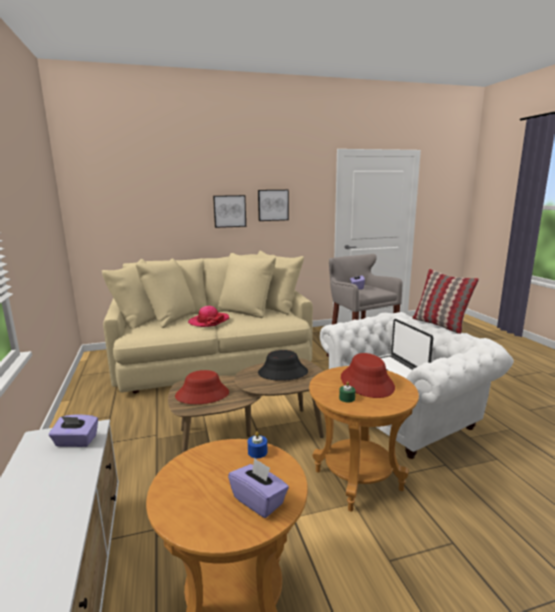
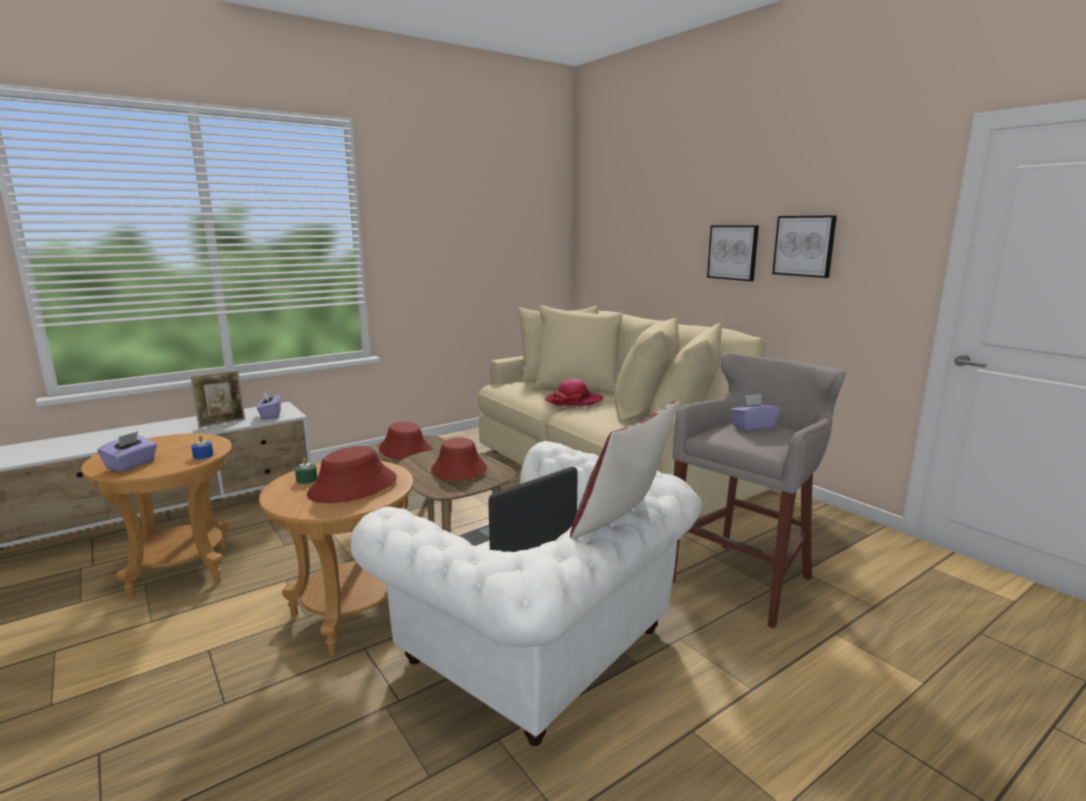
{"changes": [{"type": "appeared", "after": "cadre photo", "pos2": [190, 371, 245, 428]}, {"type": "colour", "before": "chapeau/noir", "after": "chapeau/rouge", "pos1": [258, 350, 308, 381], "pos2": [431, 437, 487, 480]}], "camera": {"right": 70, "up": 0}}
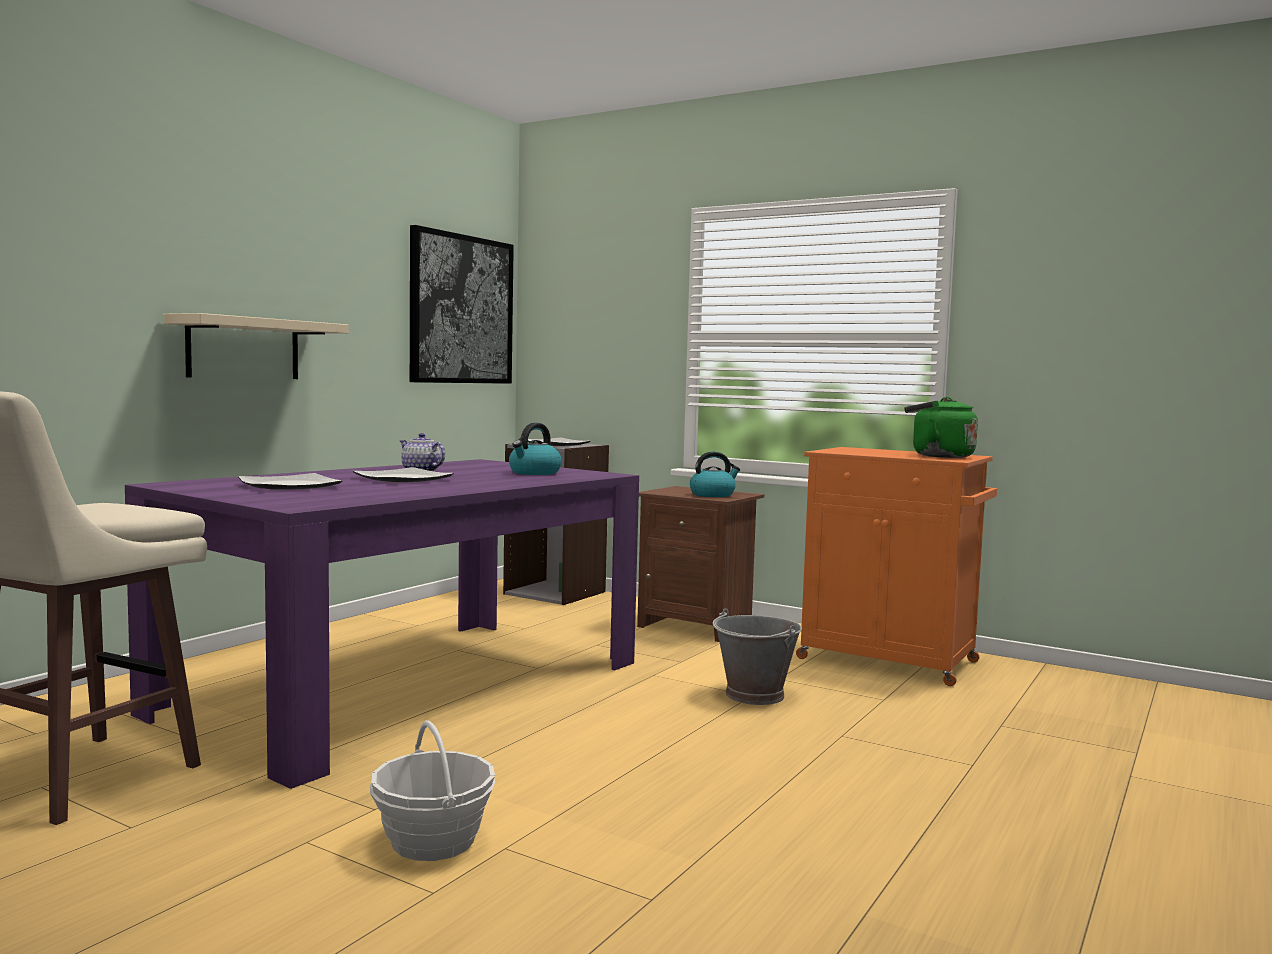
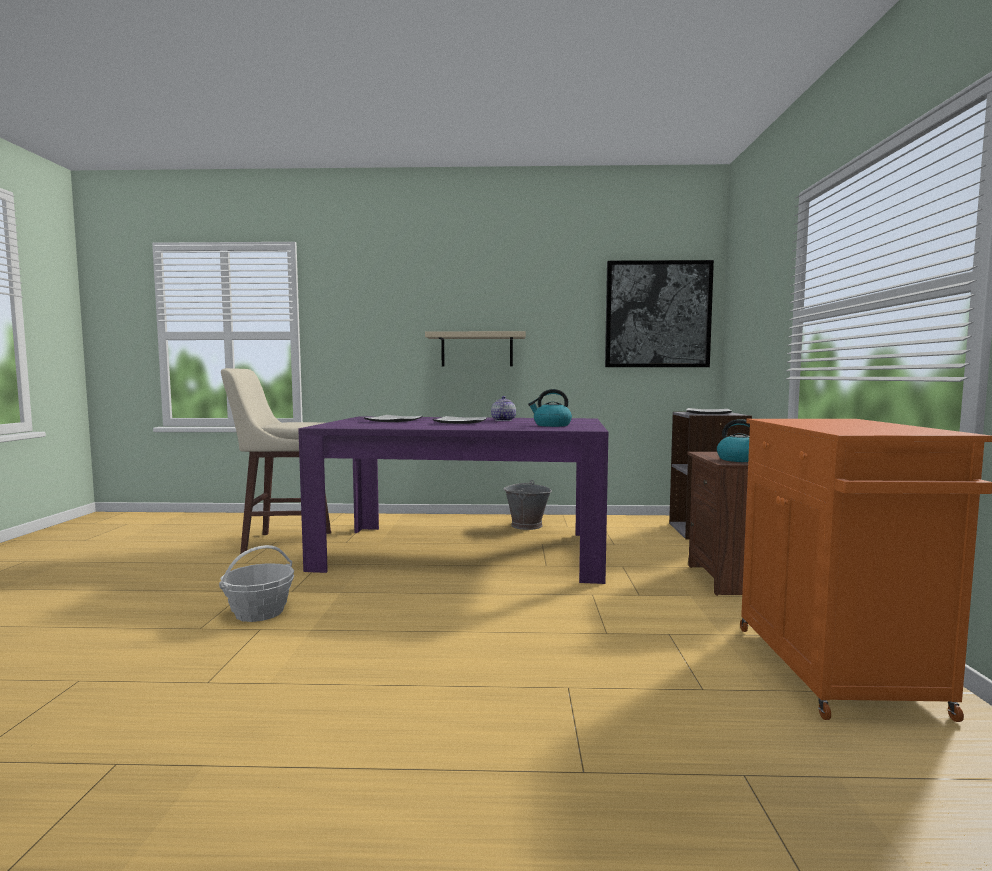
{"changes": [{"type": "relocated", "before": "seau/gris", "pos1": [713, 608, 802, 705], "pos2": [503, 480, 552, 530]}, {"type": "missing", "before": "bouilloire/vert", "pos1": [904, 397, 978, 458]}], "camera": {"right": 60, "up": 0}}
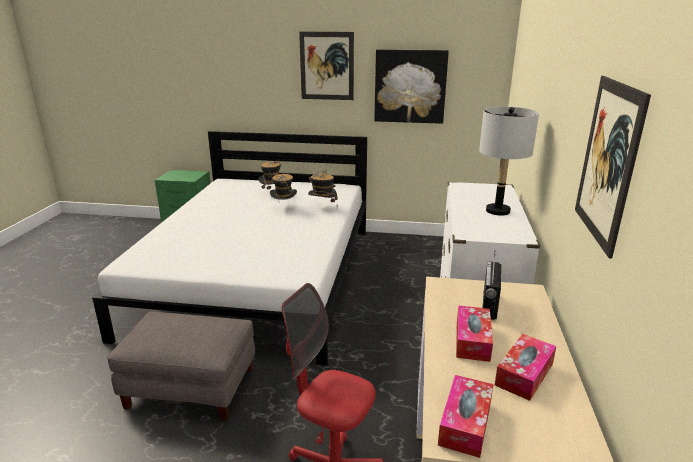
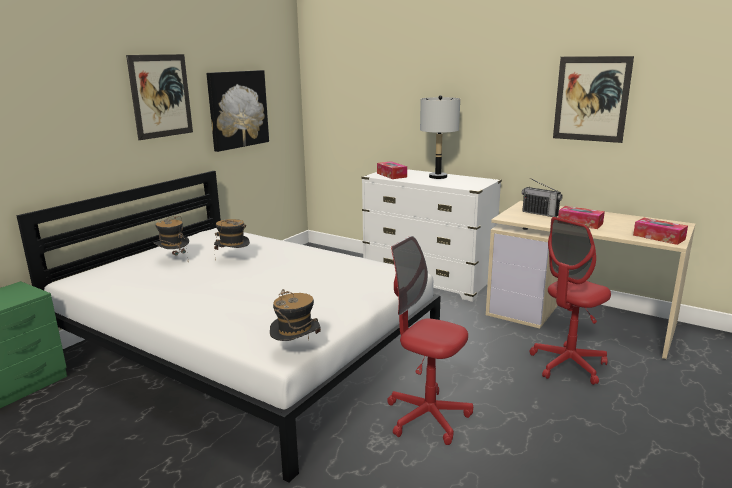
{"changes": [{"type": "relocated", "before": "chapeau", "pos1": [308, 170, 338, 207], "pos2": [270, 289, 321, 341]}, {"type": "relocated", "before": "boîte à mouchoirs", "pos1": [495, 334, 556, 401], "pos2": [377, 161, 407, 179]}, {"type": "exchanged", "before": "pouf/gris", "after": "chaise de bureau/rouge", "pos1": [107, 312, 255, 421], "pos2": [387, 236, 473, 445]}], "camera": {"right": -65, "up": -5}}
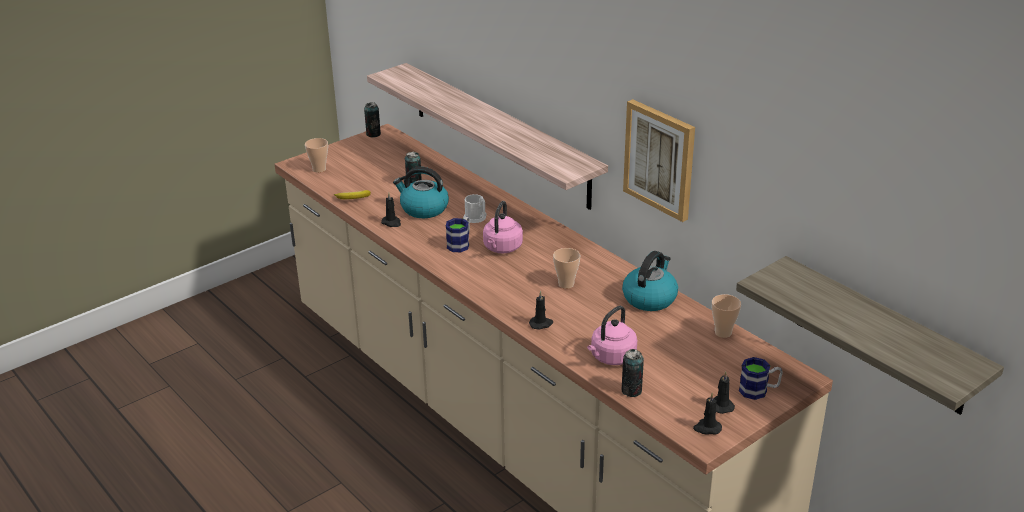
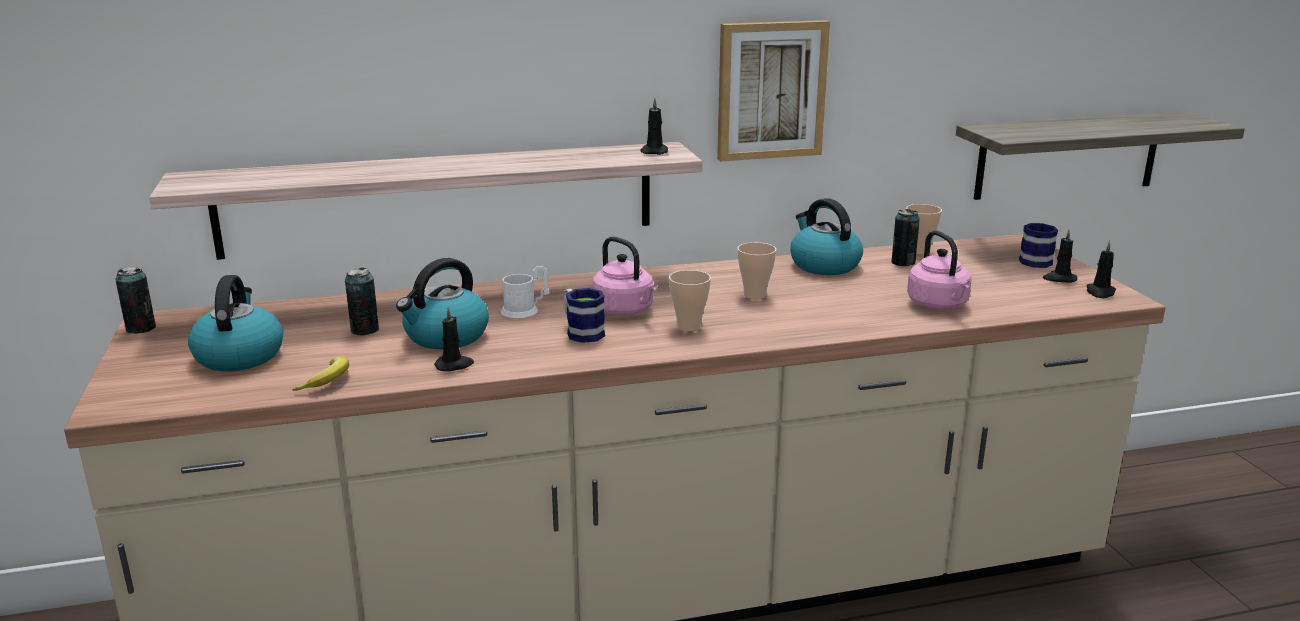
{"changes": [{"type": "appeared", "after": "bouilloire", "pos2": [188, 275, 283, 371]}, {"type": "relocated", "before": "bougie/noir", "pos1": [529, 291, 553, 330], "pos2": [640, 98, 668, 155]}, {"type": "relocated", "before": "tasse", "pos1": [305, 138, 328, 173], "pos2": [669, 270, 711, 332]}, {"type": "relocated", "before": "boîte métallique", "pos1": [621, 349, 644, 397], "pos2": [891, 209, 920, 266]}], "camera": {"right": -65, "up": -10}}
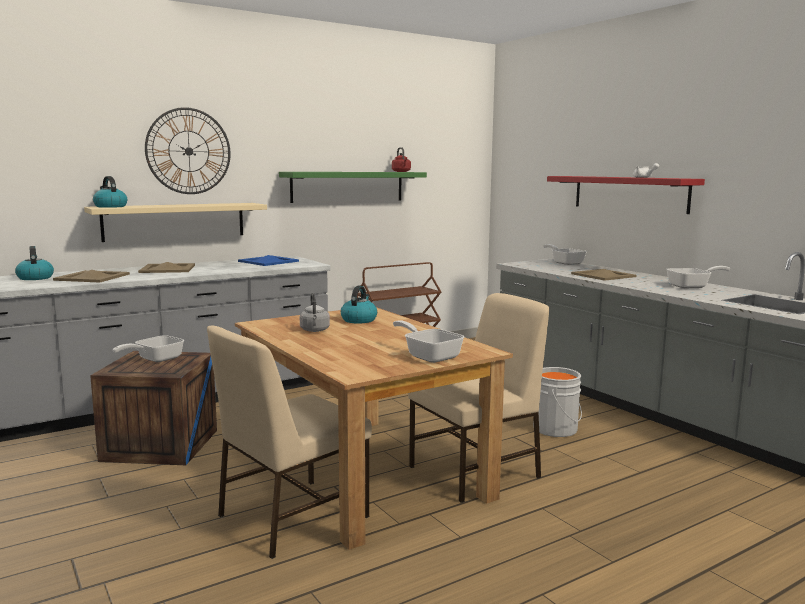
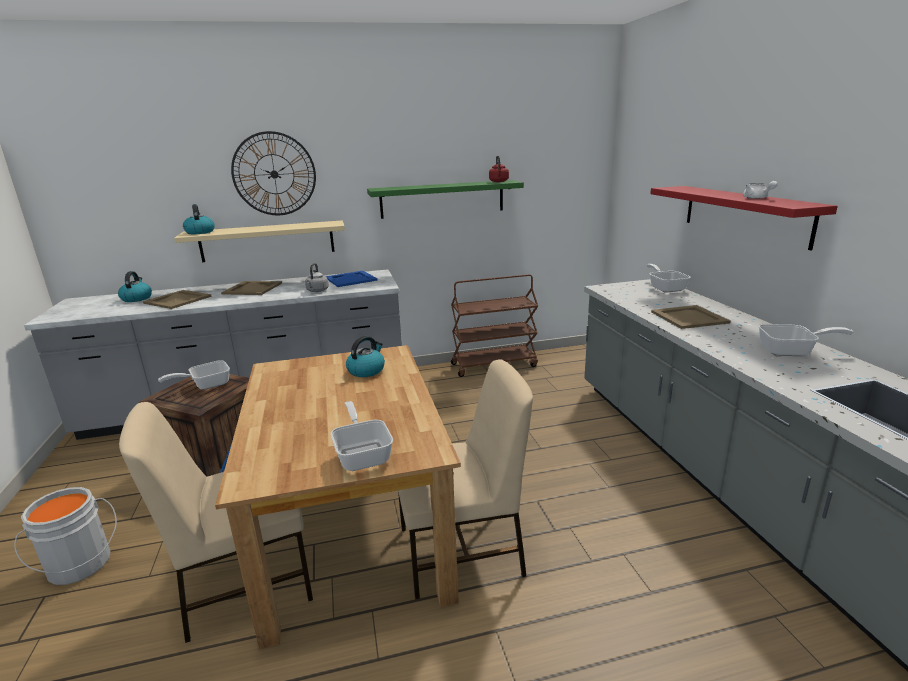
{"changes": [{"type": "relocated", "before": "seau/gris", "pos1": [533, 367, 582, 437], "pos2": [14, 487, 117, 585]}, {"type": "relocated", "before": "bouilloire/gris", "pos1": [300, 293, 330, 332], "pos2": [305, 263, 329, 292]}], "camera": {"right": 20, "up": 10}}
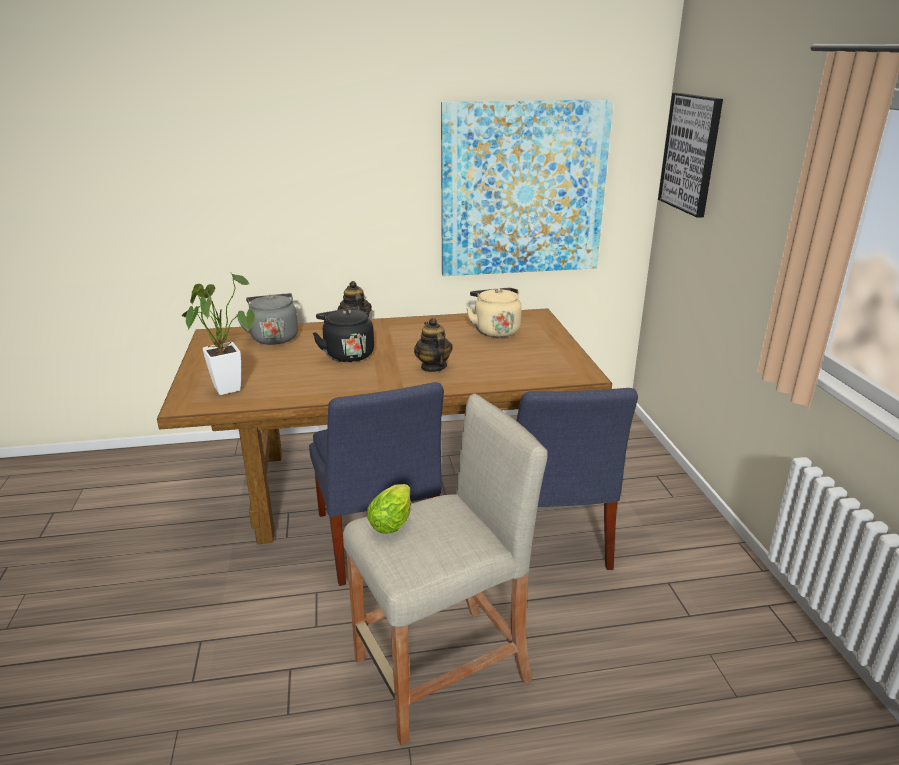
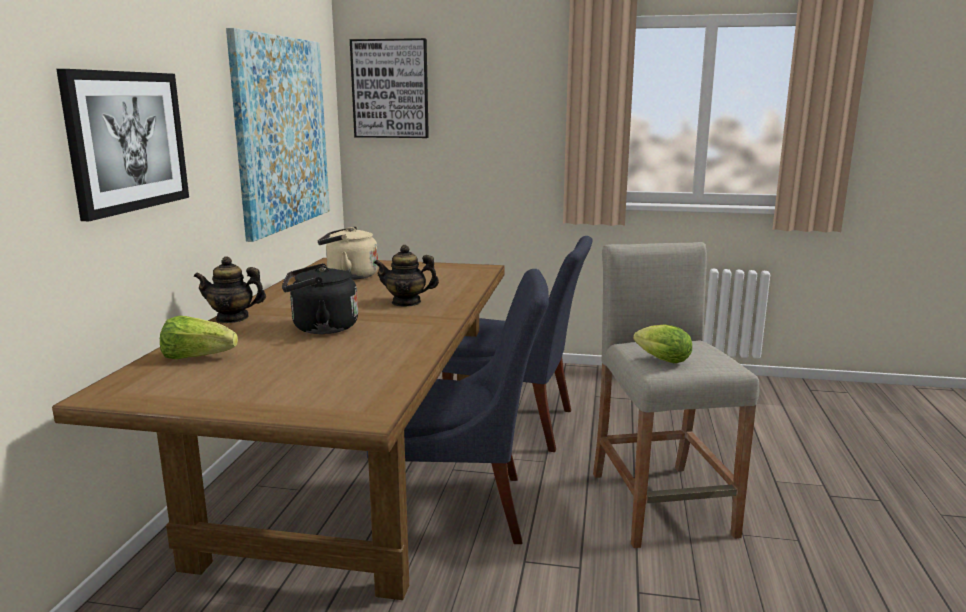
{"changes": [{"type": "appeared", "after": "tableau", "pos2": [56, 69, 189, 221]}, {"type": "exchanged", "before": "bouilloire/gris", "after": "laitue", "pos1": [236, 293, 298, 345], "pos2": [160, 316, 238, 359]}, {"type": "missing", "before": "plante en pot", "pos1": [182, 273, 255, 395]}], "camera": {"right": -70, "up": -10}}
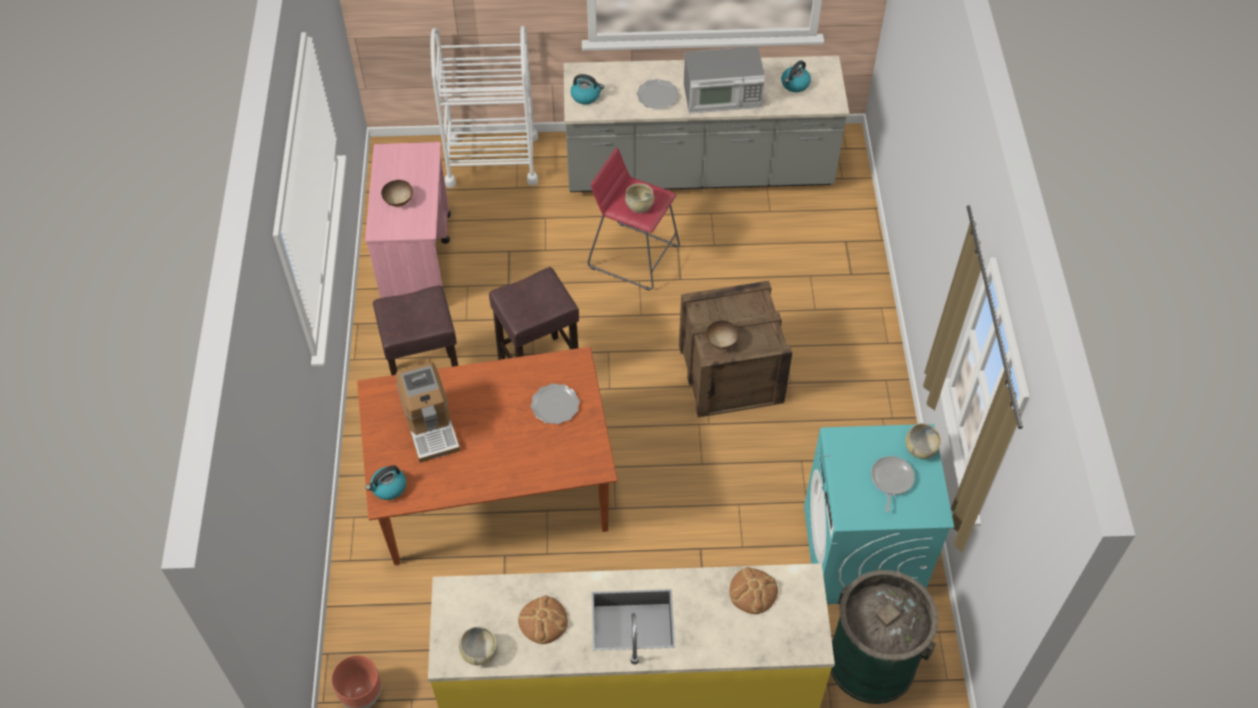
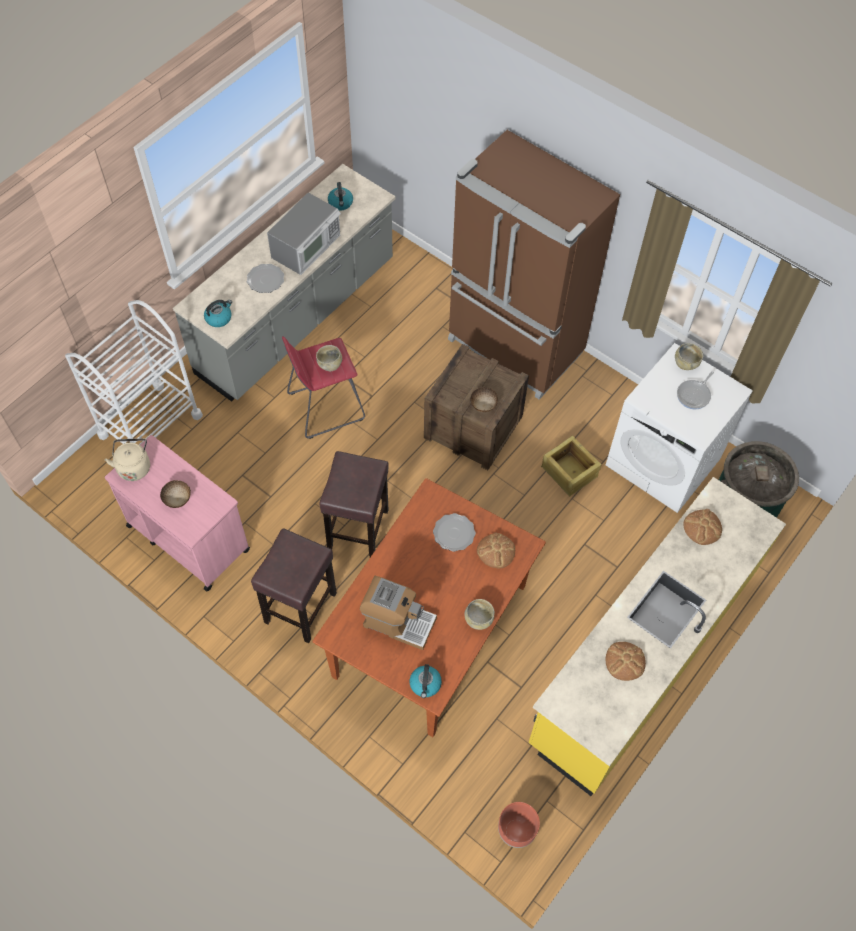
{"changes": [{"type": "appeared", "after": "bouilloire/beige", "pos2": [105, 438, 150, 481]}, {"type": "appeared", "after": "réfrigérateur/marron", "pos2": [448, 130, 620, 400]}, {"type": "relocated", "before": "bol/beige", "pos1": [459, 627, 497, 665], "pos2": [465, 599, 495, 630]}, {"type": "appeared", "after": "pain", "pos2": [477, 532, 515, 568]}, {"type": "appeared", "after": "caisse", "pos2": [541, 436, 602, 496]}, {"type": "colour", "before": "lave-linge/turquoise", "after": "lave-linge/blanc", "pos1": [804, 424, 954, 604], "pos2": [606, 343, 753, 513]}, {"type": "spun", "before": "poêle", "pos1": [871, 456, 915, 512], "pos2": [677, 371, 714, 409], "turn": -105}], "camera": {"right": -50, "up": 5}}
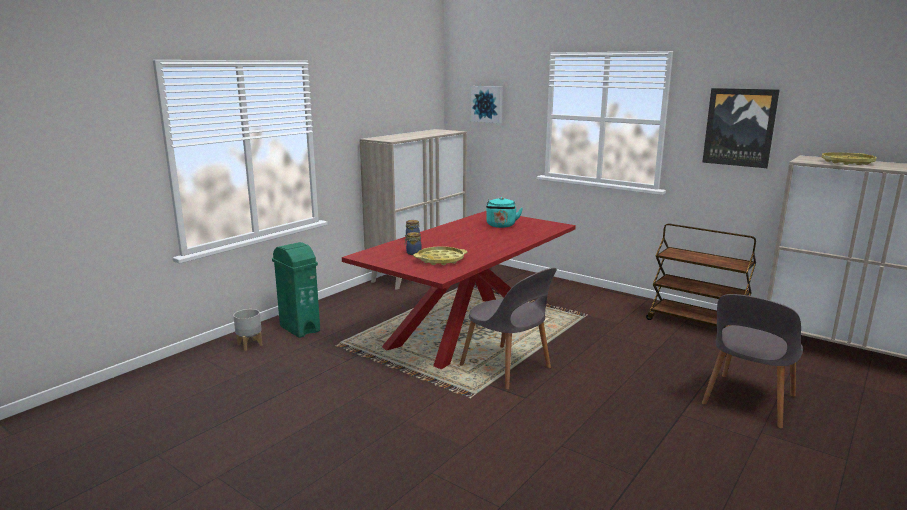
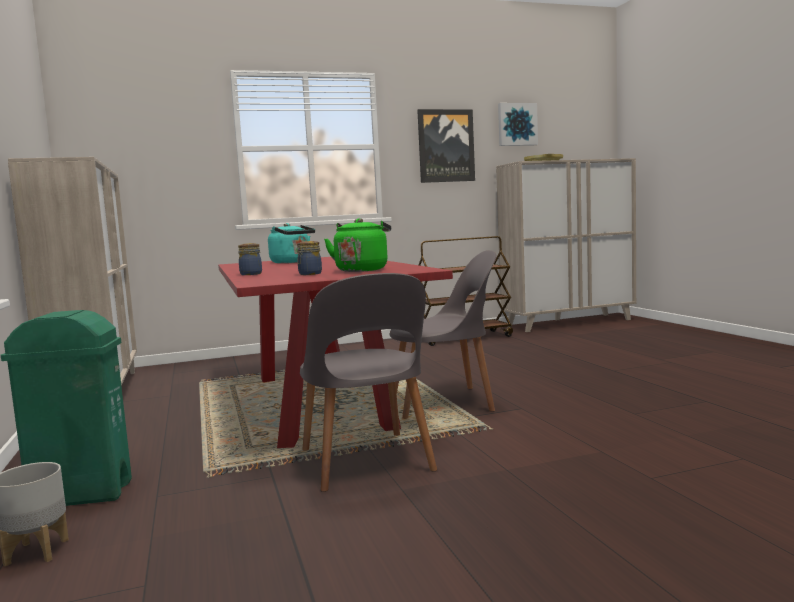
{"changes": [{"type": "relocated", "before": "chaise/gris", "pos1": [702, 294, 803, 429], "pos2": [300, 273, 437, 492]}, {"type": "exchanged", "before": "plateau/jaune", "after": "bouilloire/vert", "pos1": [413, 246, 467, 265], "pos2": [324, 218, 391, 272]}, {"type": "relocated", "before": "tableau", "pos1": [471, 86, 503, 123], "pos2": [498, 103, 538, 146]}], "camera": {"right": -55, "up": -10}}
